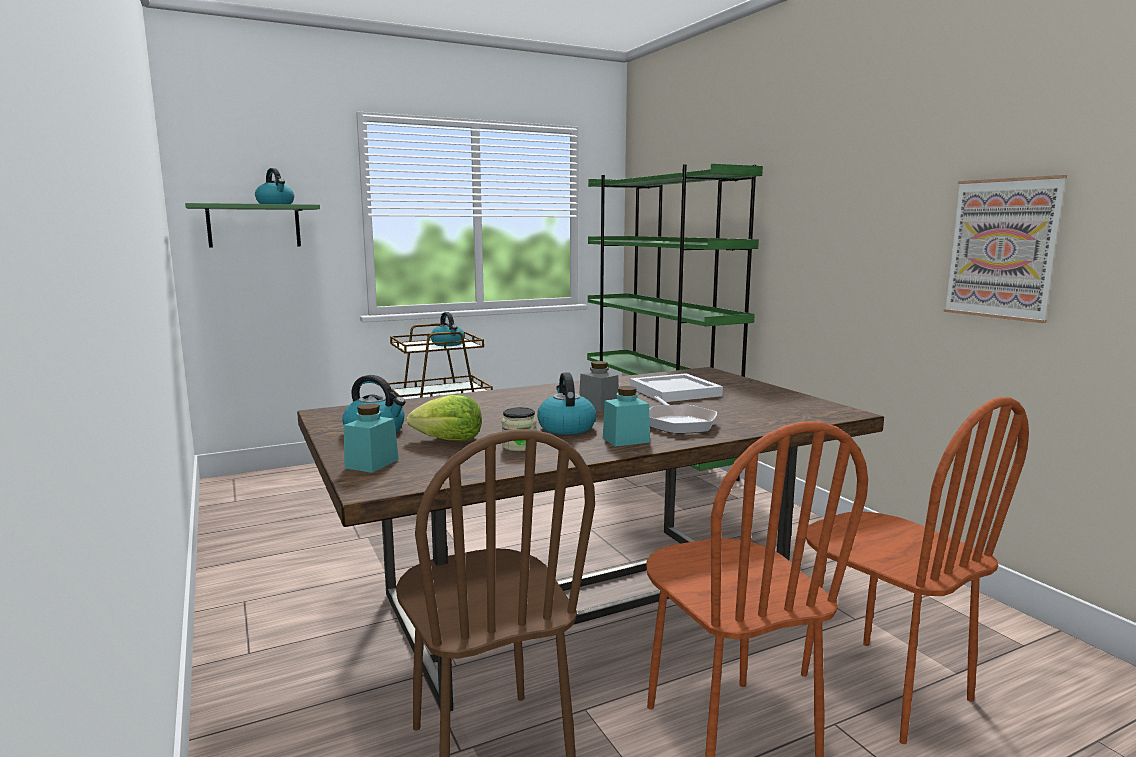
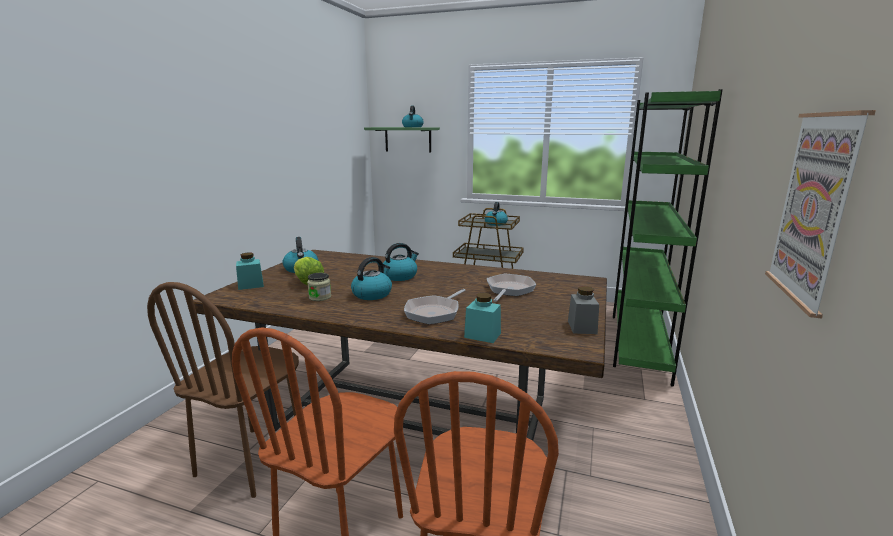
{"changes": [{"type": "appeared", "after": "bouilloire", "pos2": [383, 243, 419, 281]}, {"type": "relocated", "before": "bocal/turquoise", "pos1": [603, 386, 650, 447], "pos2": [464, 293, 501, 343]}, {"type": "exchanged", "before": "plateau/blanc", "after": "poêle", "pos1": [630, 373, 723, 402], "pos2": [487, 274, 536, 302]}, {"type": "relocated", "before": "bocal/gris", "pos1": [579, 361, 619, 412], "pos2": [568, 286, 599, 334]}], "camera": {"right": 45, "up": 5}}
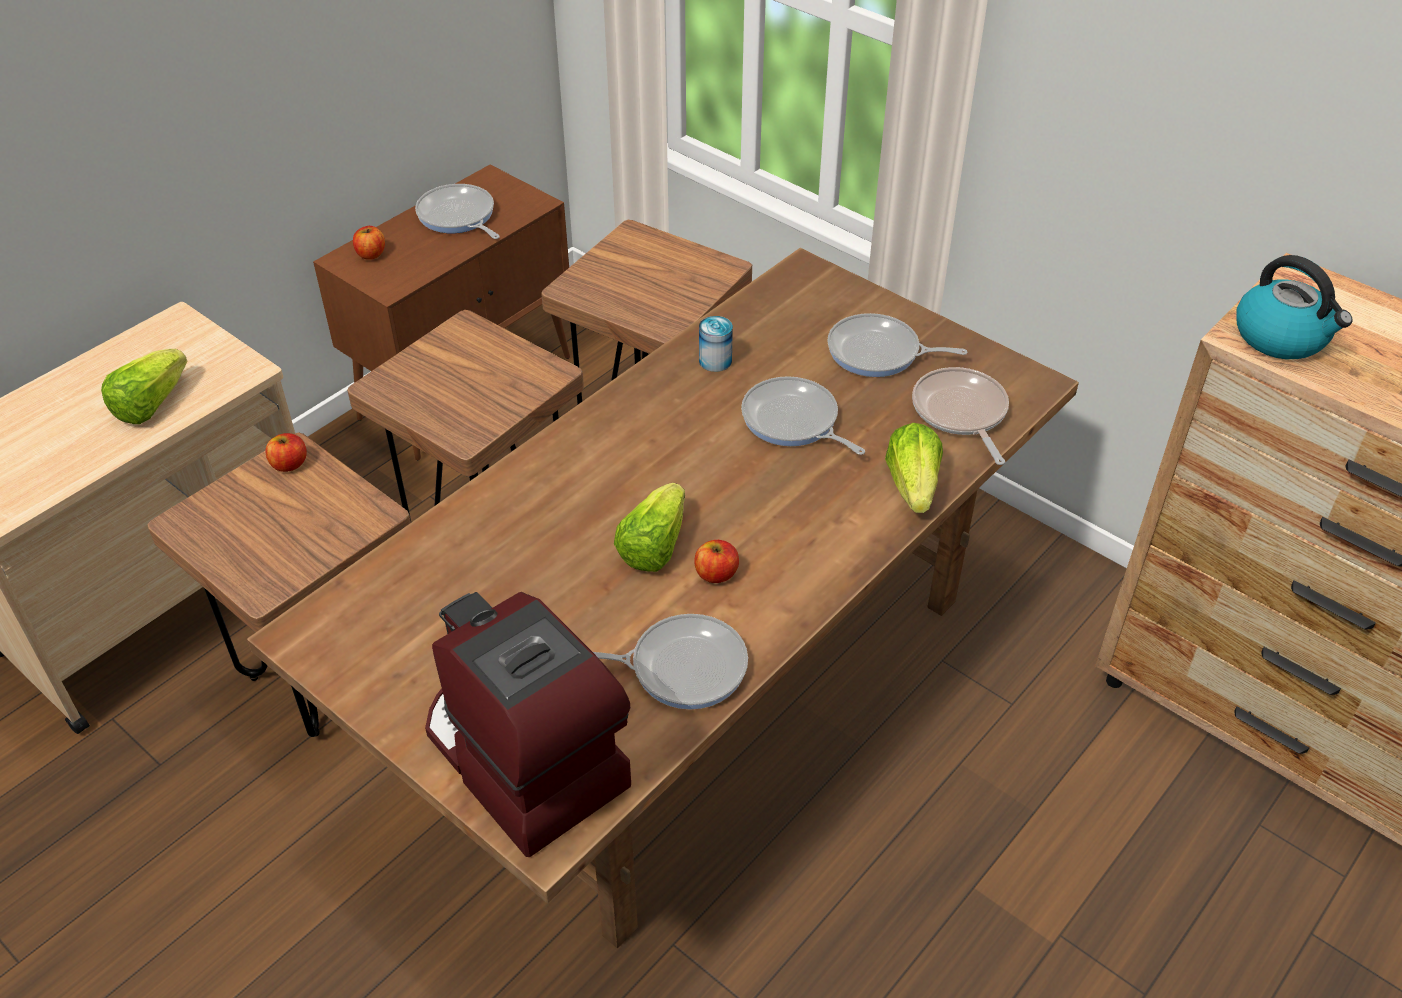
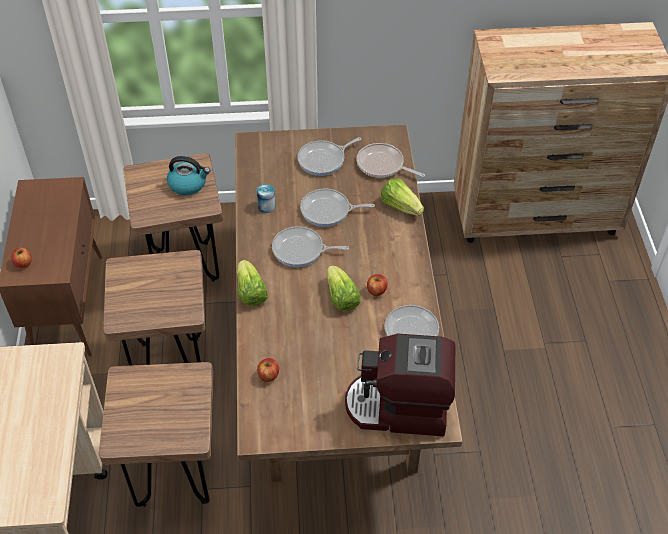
{"changes": [{"type": "relocated", "before": "bouilloire", "pos1": [1236, 255, 1353, 359], "pos2": [167, 156, 210, 195]}, {"type": "relocated", "before": "laitue", "pos1": [101, 349, 187, 424], "pos2": [237, 260, 268, 306]}, {"type": "relocated", "before": "pomme", "pos1": [266, 433, 307, 472], "pos2": [257, 358, 279, 382]}, {"type": "relocated", "before": "poêle", "pos1": [415, 184, 500, 239], "pos2": [272, 226, 349, 267]}], "camera": {"right": -45, "up": 5}}
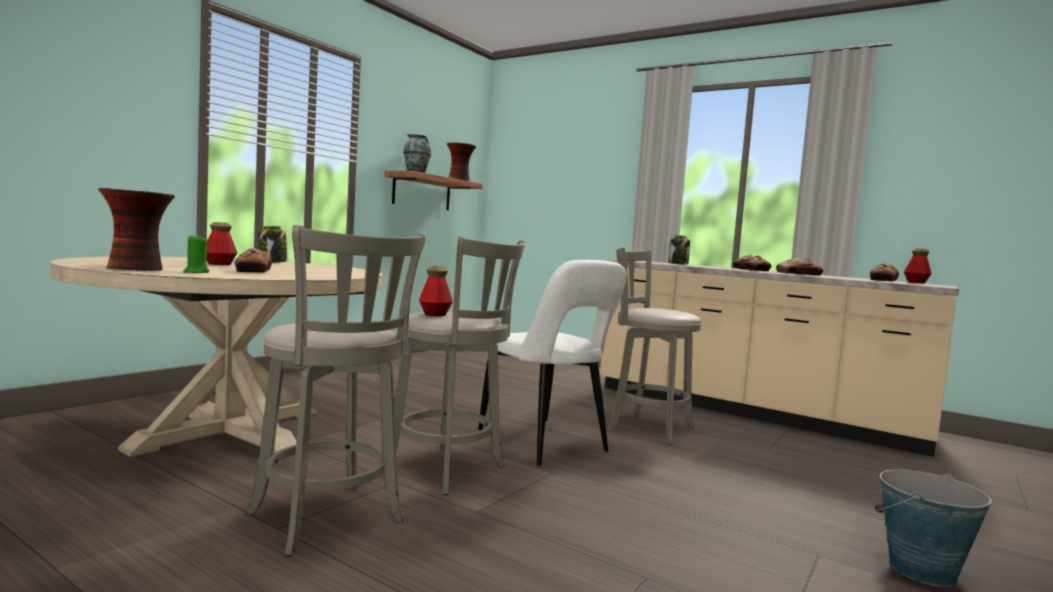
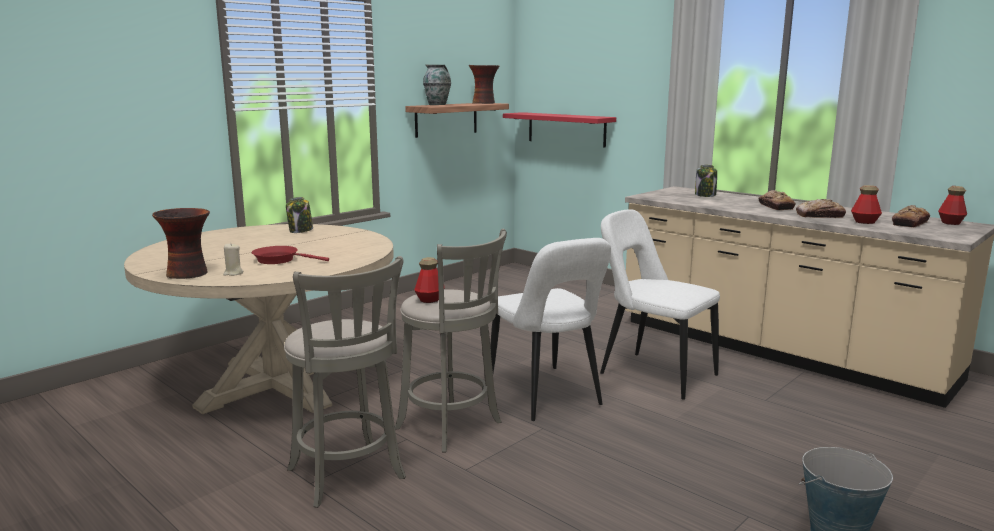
{"changes": [{"type": "colour", "before": "bougie/vert", "after": "bougie/beige", "pos1": [183, 234, 210, 273], "pos2": [223, 244, 243, 276]}, {"type": "exchanged", "before": "pain", "after": "poêle/rouge", "pos1": [234, 248, 272, 273], "pos2": [252, 246, 329, 264]}, {"type": "appeared", "after": "étagère/rouge", "pos2": [503, 112, 616, 148]}, {"type": "exchanged", "before": "tabouret/gris", "after": "chaise/blanc", "pos1": [608, 248, 702, 445], "pos2": [600, 209, 720, 400]}, {"type": "relocated", "before": "bouteille", "pos1": [207, 222, 237, 265], "pos2": [851, 185, 882, 224]}], "camera": {"right": 10, "up": 10}}
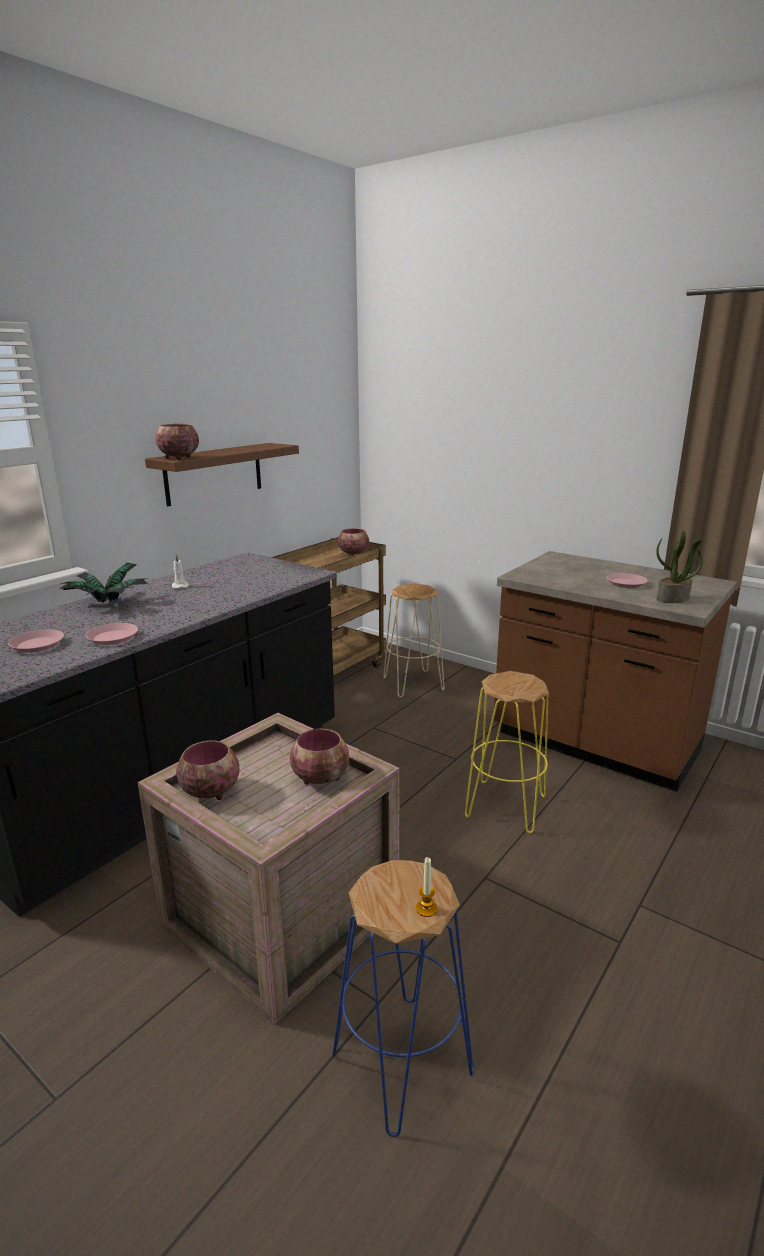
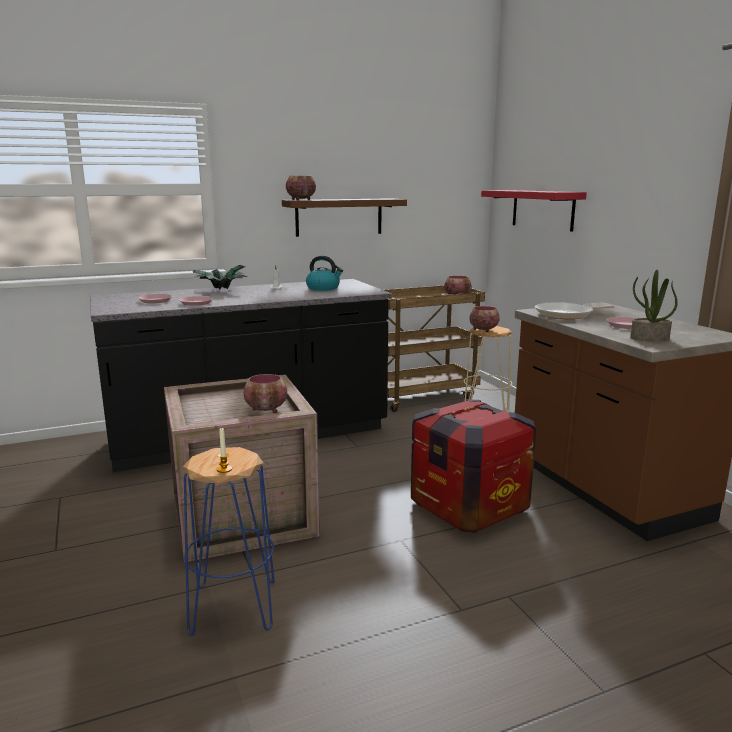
{"changes": [{"type": "appeared", "after": "bouilloire", "pos2": [306, 256, 343, 291]}, {"type": "exchanged", "before": "tabouret/jaune", "after": "caisse", "pos1": [465, 671, 549, 834], "pos2": [411, 399, 536, 533]}, {"type": "relocated", "before": "bol", "pos1": [176, 740, 239, 800], "pos2": [470, 306, 500, 332]}, {"type": "appeared", "after": "étagère/rouge", "pos2": [481, 190, 587, 232]}, {"type": "appeared", "after": "poêle", "pos2": [535, 302, 615, 319]}], "camera": {"right": 30, "up": -5}}
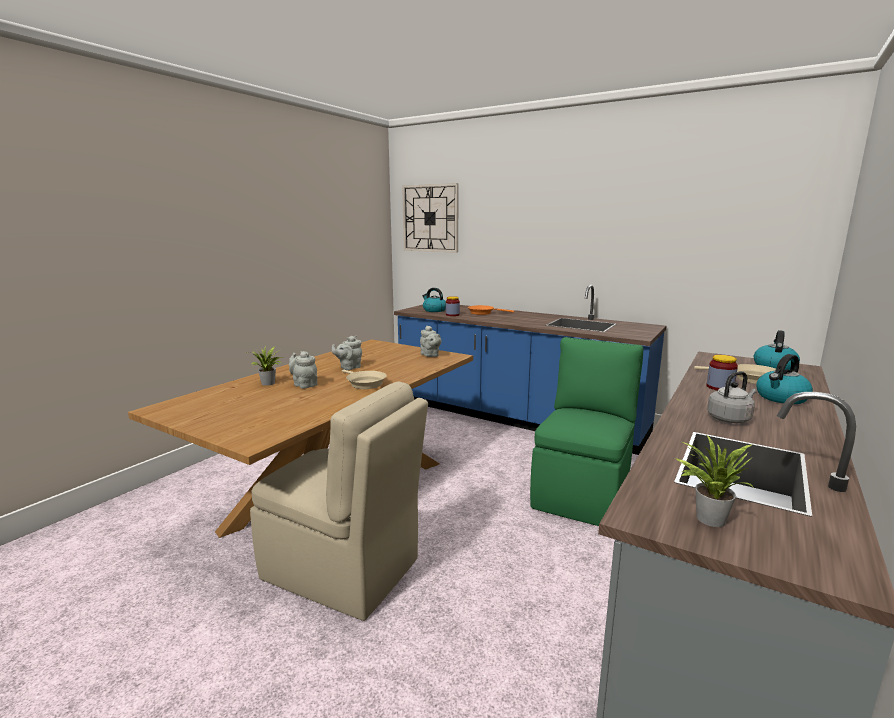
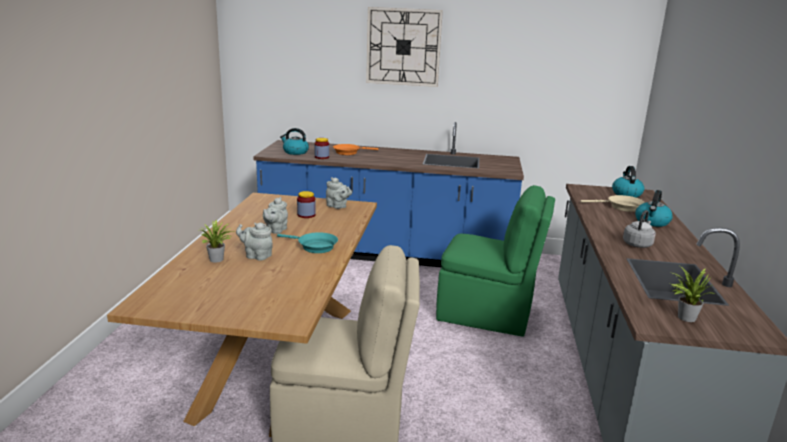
{"changes": [{"type": "colour", "before": "poêle/beige", "after": "poêle/turquoise", "pos1": [342, 369, 387, 389], "pos2": [277, 232, 338, 253]}, {"type": "relocated", "before": "bocal", "pos1": [706, 355, 738, 391], "pos2": [297, 191, 316, 218]}, {"type": "relocated", "before": "horloge murale", "pos1": [402, 183, 459, 253], "pos2": [366, 7, 443, 87]}, {"type": "spun", "before": "chaise/vert", "pos1": [530, 337, 643, 526], "pos2": [436, 185, 555, 337], "turn": 105}], "camera": {"right": -25, "up": 5}}
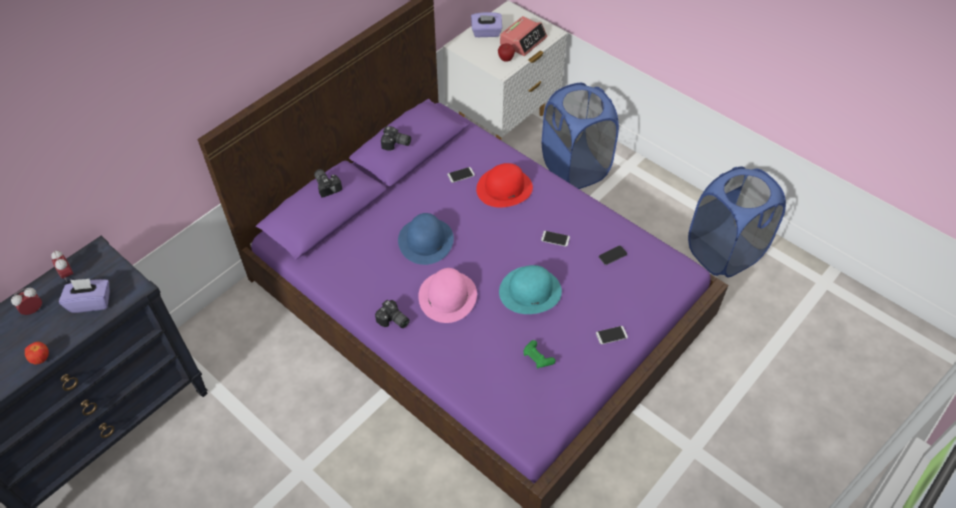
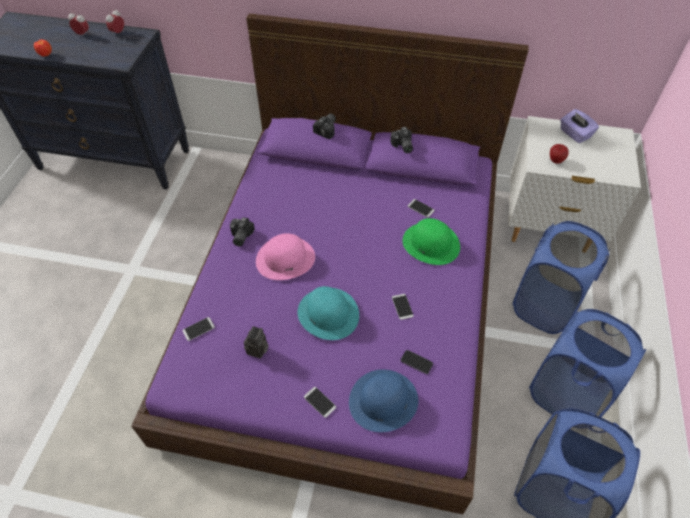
{"changes": [{"type": "appeared", "after": "téléphone", "pos2": [182, 317, 215, 341]}, {"type": "exchanged", "before": "manette/vert", "after": "appareil photo", "pos1": [524, 340, 556, 368], "pos2": [244, 326, 268, 359]}, {"type": "relocated", "before": "chapeau/bleu", "pos1": [398, 213, 454, 265], "pos2": [349, 369, 418, 432]}, {"type": "colour", "before": "chapeau/rouge", "after": "chapeau/vert", "pos1": [476, 163, 533, 208], "pos2": [403, 218, 460, 265]}, {"type": "appeared", "after": "panier à linge/bleu", "pos2": [529, 309, 646, 417]}, {"type": "missing", "before": "boîte à mouchoirs/violet", "pos1": [59, 279, 110, 313]}, {"type": "missing", "before": "réveil", "pos1": [500, 16, 547, 56]}], "camera": {"right": 60, "up": 0}}
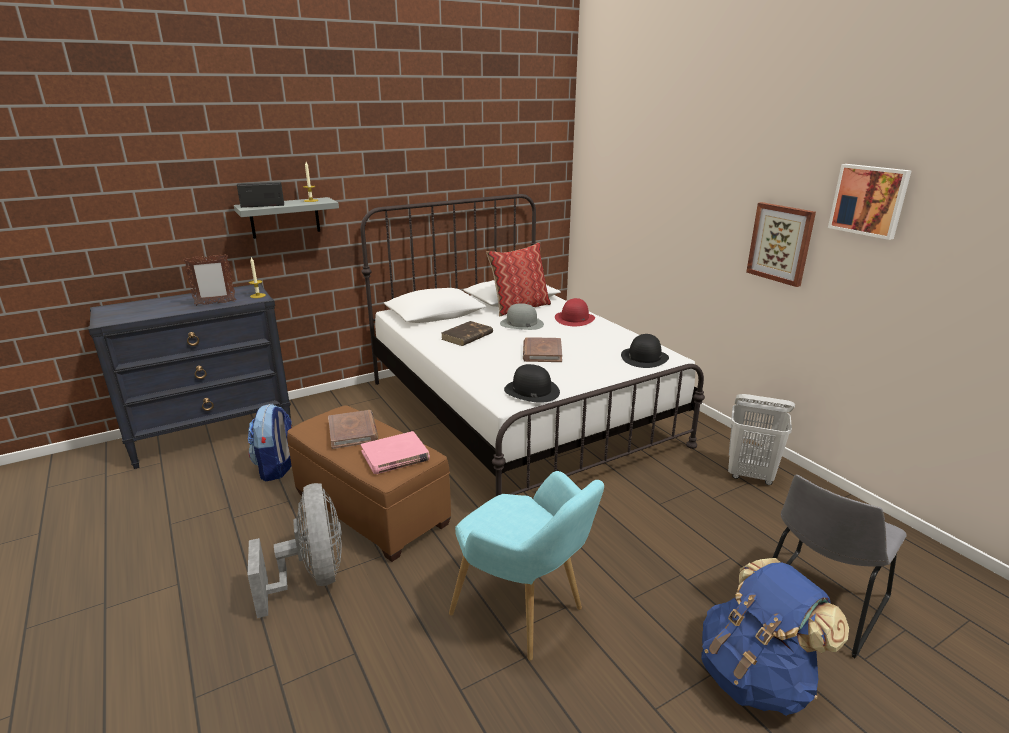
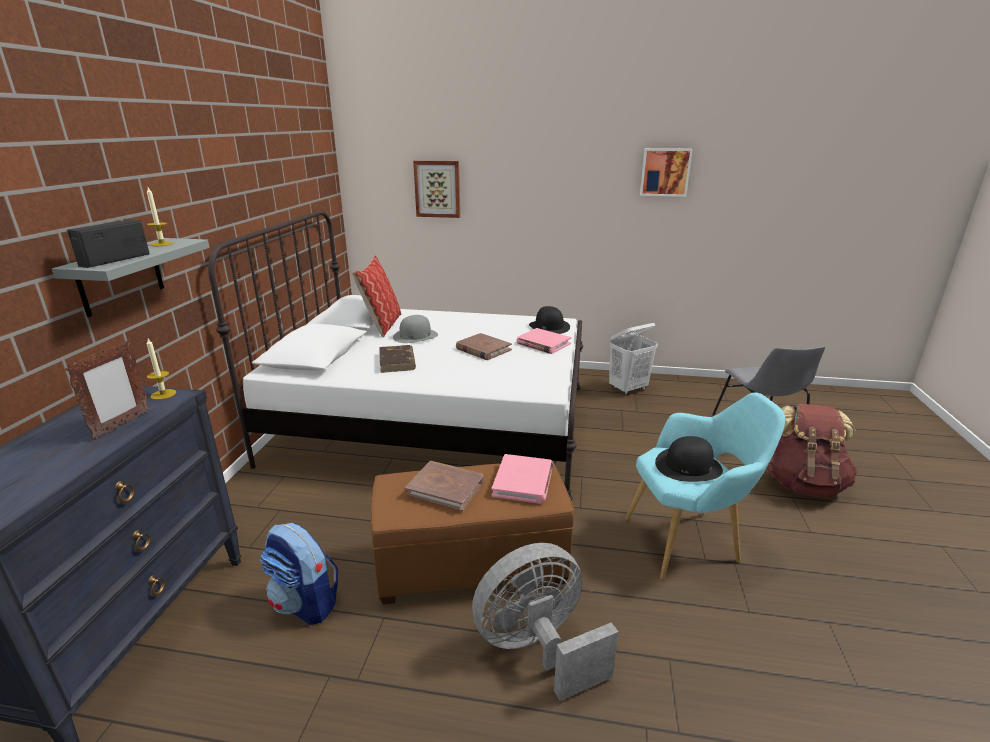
{"changes": [{"type": "relocated", "before": "tableau", "pos1": [746, 202, 816, 287], "pos2": [413, 160, 460, 218]}, {"type": "spun", "before": "ventilateur/gris", "pos1": [248, 483, 342, 618], "pos2": [472, 543, 619, 701], "turn": -45}, {"type": "appeared", "after": "livre/rose", "pos2": [517, 328, 571, 354]}, {"type": "relocated", "before": "chapeau/noir", "pos1": [504, 364, 560, 403], "pos2": [655, 436, 723, 482]}, {"type": "colour", "before": "sac à dos/bleu", "after": "sac à dos/marron", "pos1": [701, 558, 849, 716], "pos2": [767, 403, 858, 498]}, {"type": "missing", "before": "chapeau/rouge", "pos1": [555, 298, 595, 326]}], "camera": {"right": -50, "up": 0}}
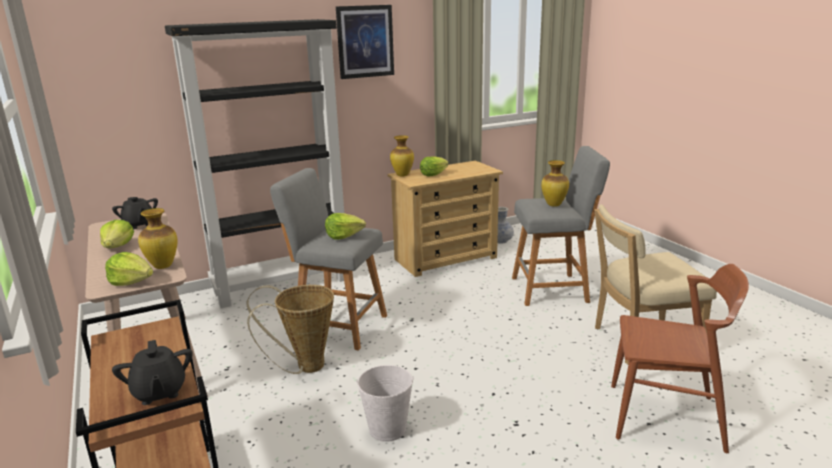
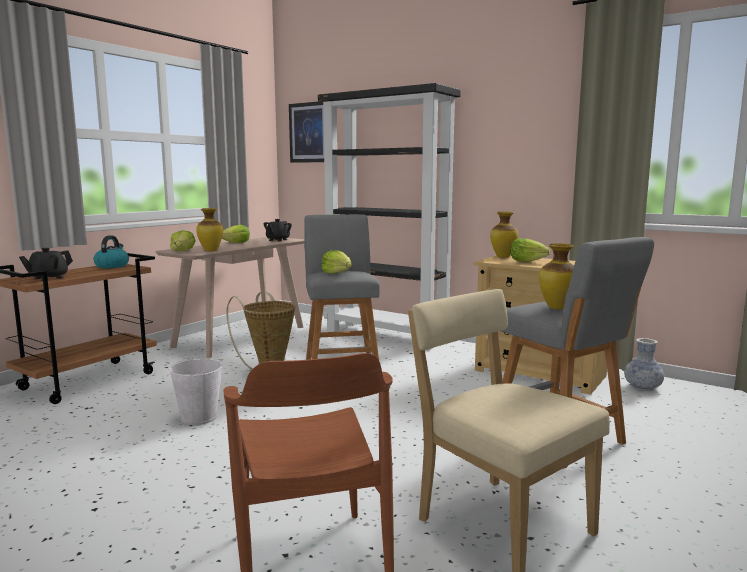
{"changes": [{"type": "appeared", "after": "bouilloire", "pos2": [93, 235, 129, 268]}, {"type": "relocated", "before": "tableau", "pos1": [336, 5, 394, 79], "pos2": [289, 102, 324, 163]}], "camera": {"right": 60, "up": -10}}
